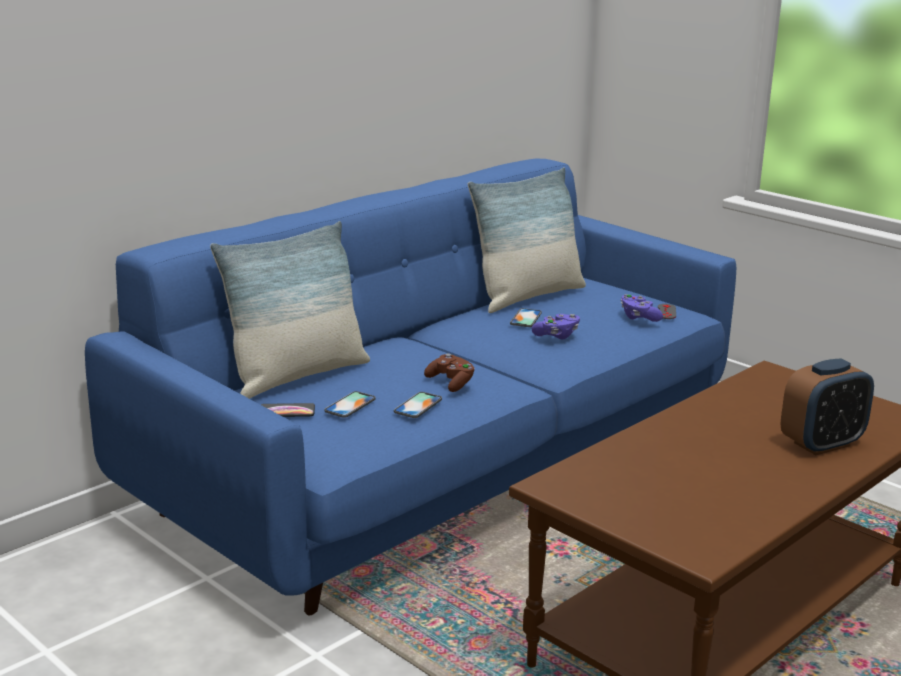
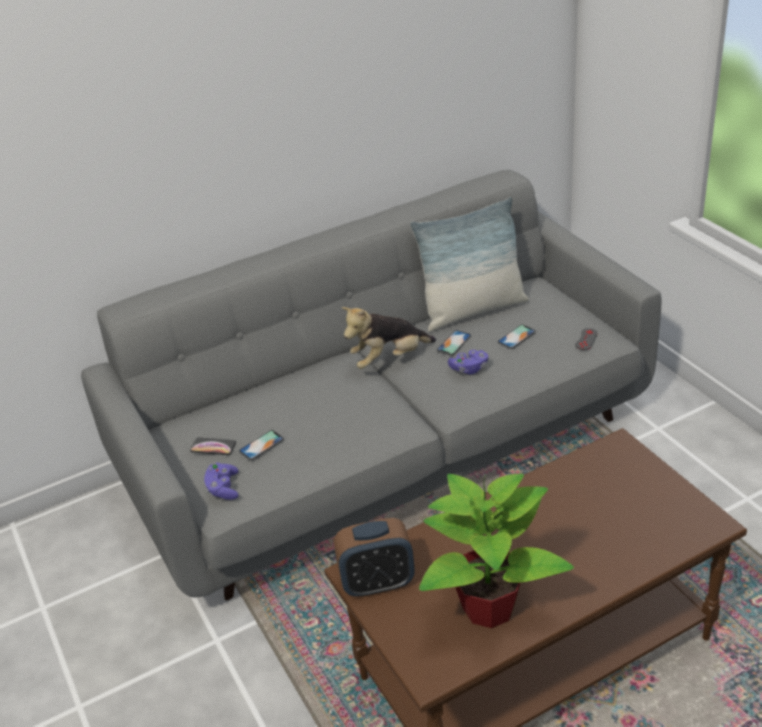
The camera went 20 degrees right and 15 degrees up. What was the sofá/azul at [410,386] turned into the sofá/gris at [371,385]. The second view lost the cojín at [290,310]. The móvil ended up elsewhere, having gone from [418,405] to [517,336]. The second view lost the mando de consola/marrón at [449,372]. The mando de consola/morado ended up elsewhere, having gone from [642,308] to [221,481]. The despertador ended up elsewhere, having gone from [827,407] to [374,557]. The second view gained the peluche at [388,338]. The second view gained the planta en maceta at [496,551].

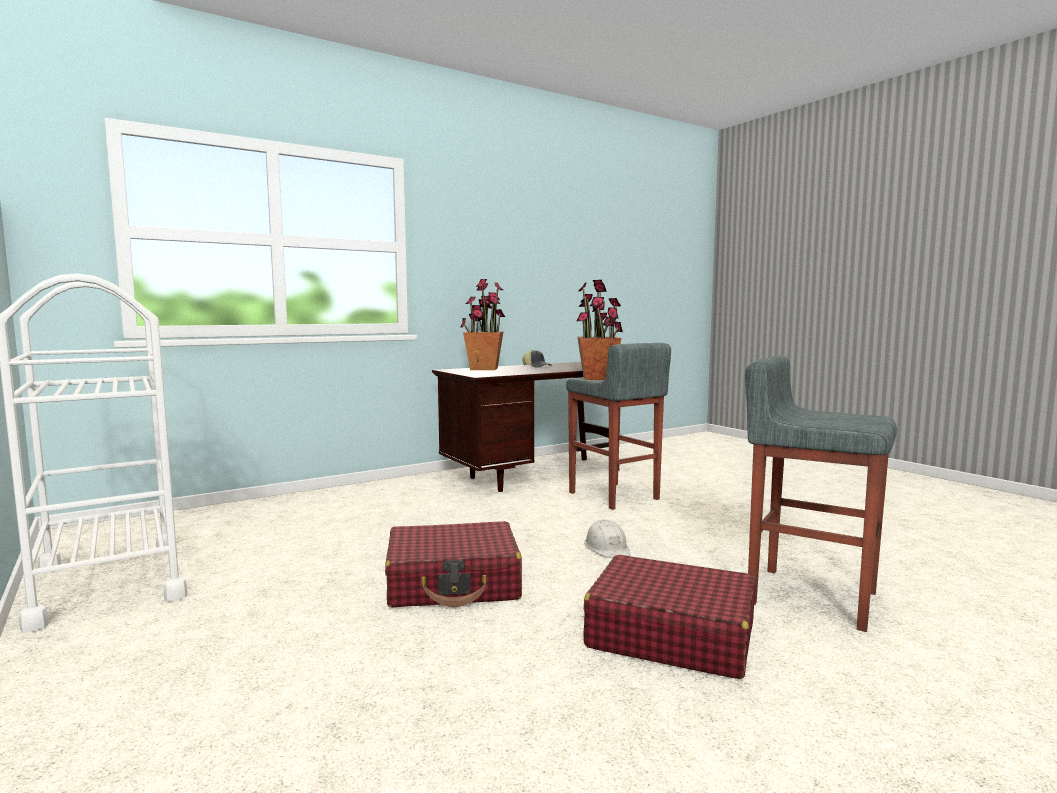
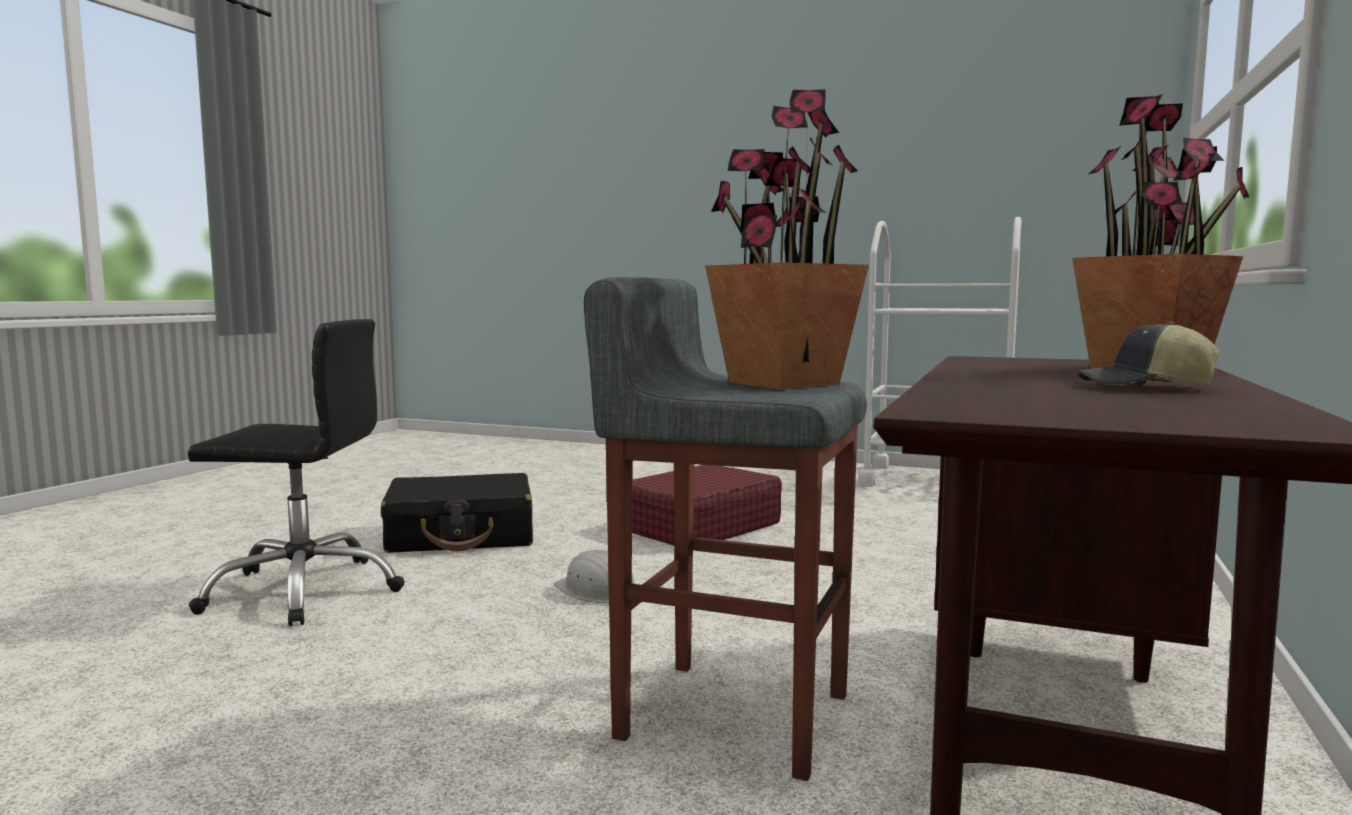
The camera went 145 degrees right and 0 degrees up. What was the maleta/rojo at [669,617] turned into the maleta/negro at [457,513]. Where the taburete/gris stood at [821,493], the silla de oficina/negro came to stand at [296,472].

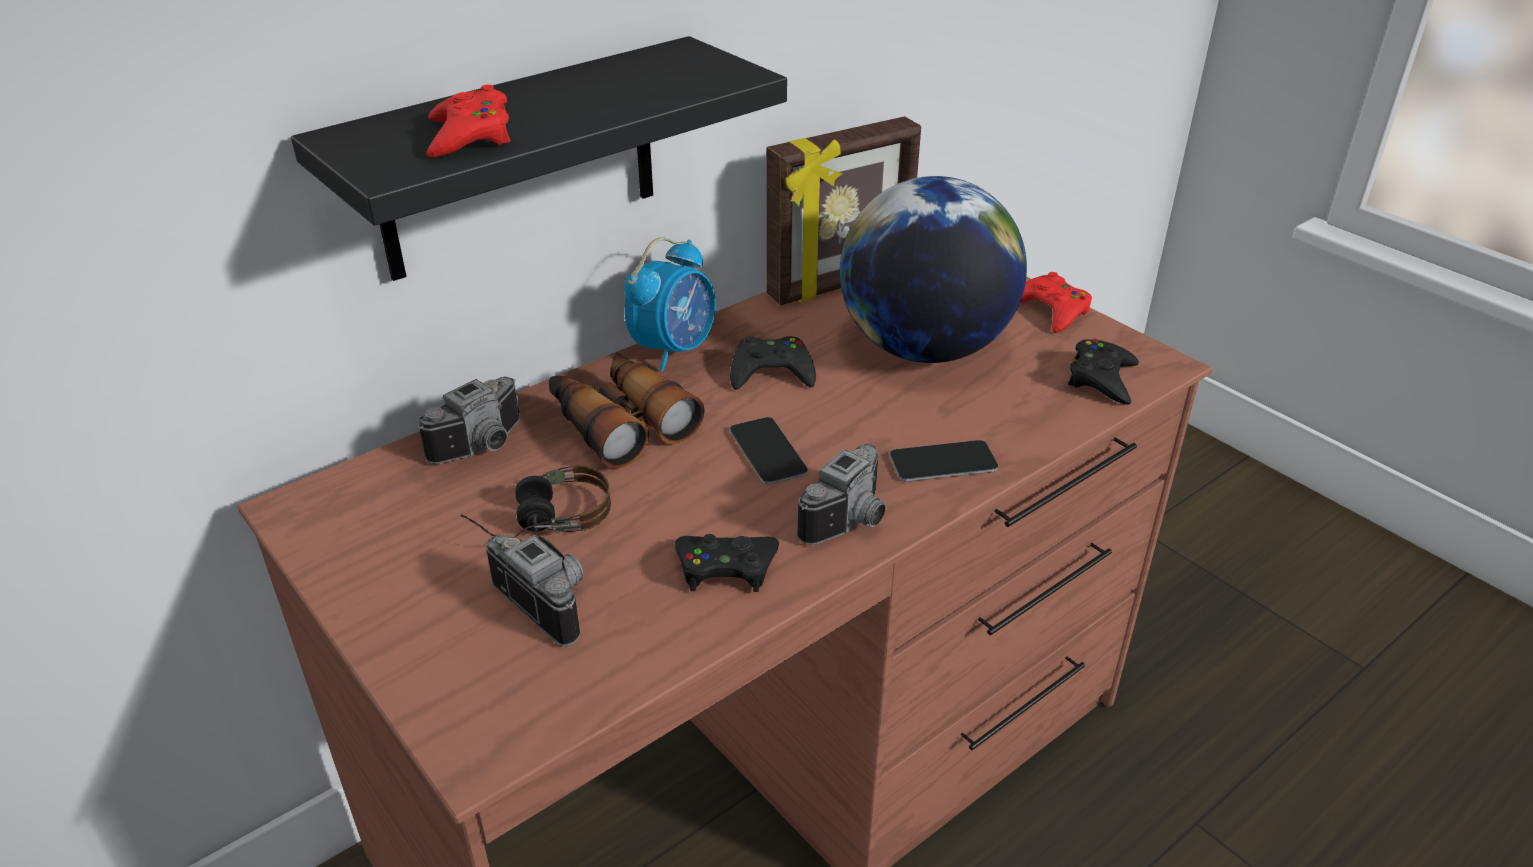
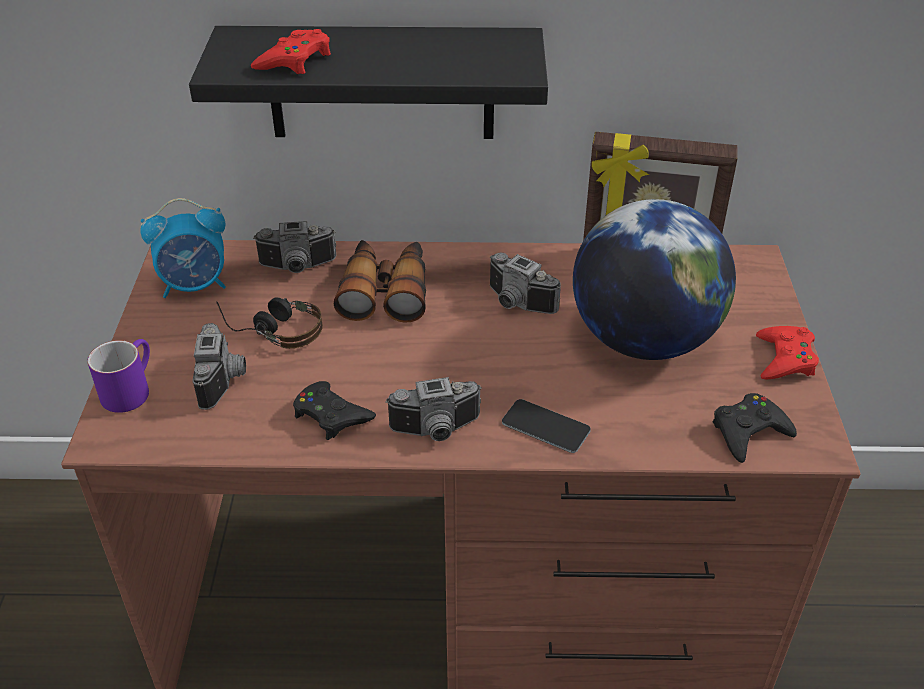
The camera went 40 degrees right and 5 degrees up. The despertador ended up elsewhere, having gone from [670,304] to [183,248]. Where the mando de consola/negro stood at [773,363], the cámara came to stand at [525,283]. The second view lost the móvil at [769,450]. The second view gained the taza grande/morado at [118,376].

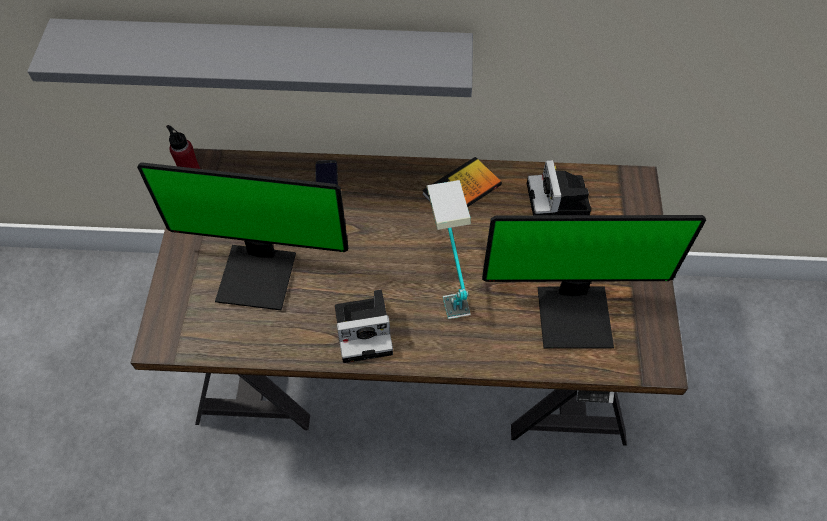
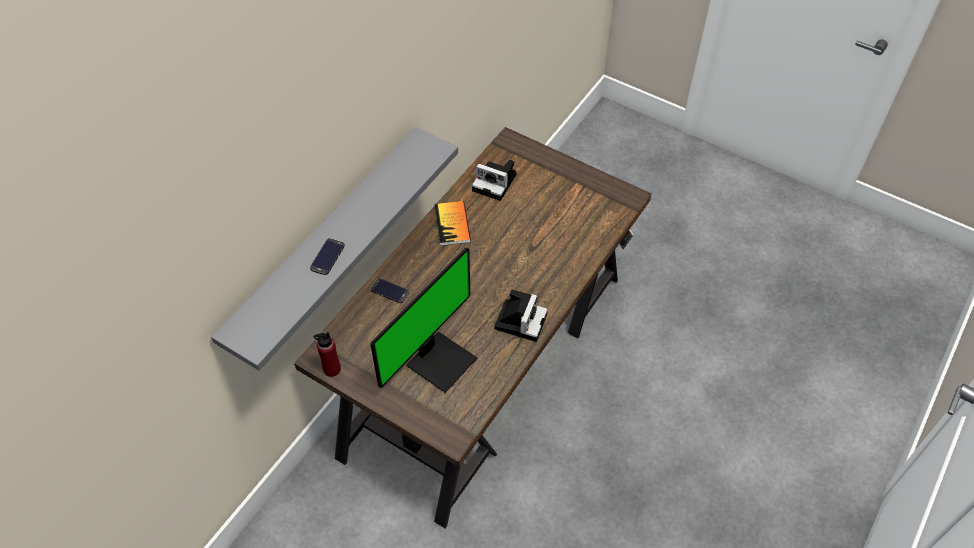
The camera went 60 degrees left and 5 degrees down. The second view lost the lámpara de mesa at [448,249]. The second view lost the monitor at [594,282]. The second view gained the móvil at [327,256].

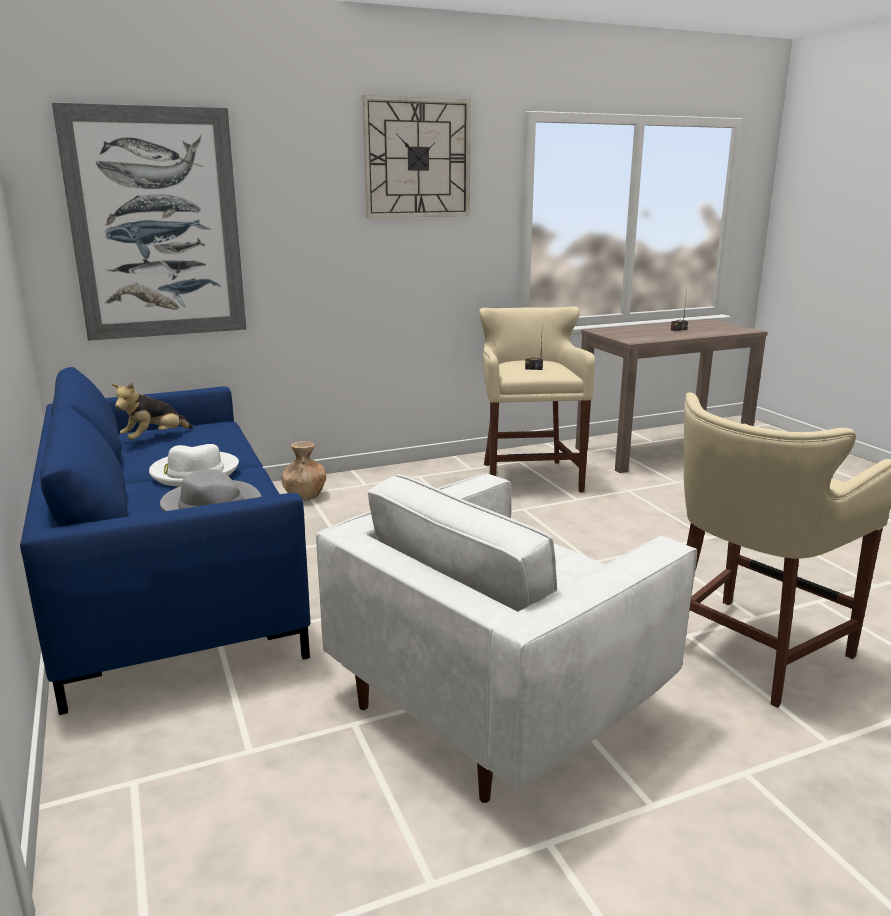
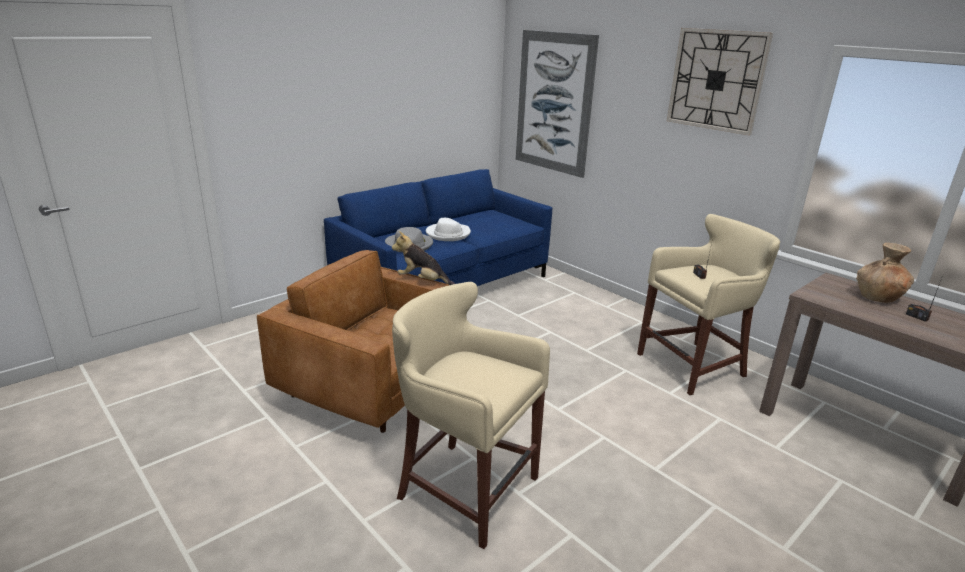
The camera went 70 degrees right and 5 degrees up. The peluche ended up elsewhere, having gone from [152,411] to [423,258]. The florero/marrón ended up elsewhere, having gone from [303,471] to [885,273]. What was the sillón/blanco at [506,638] turned into the sillón/marrón at [353,341].

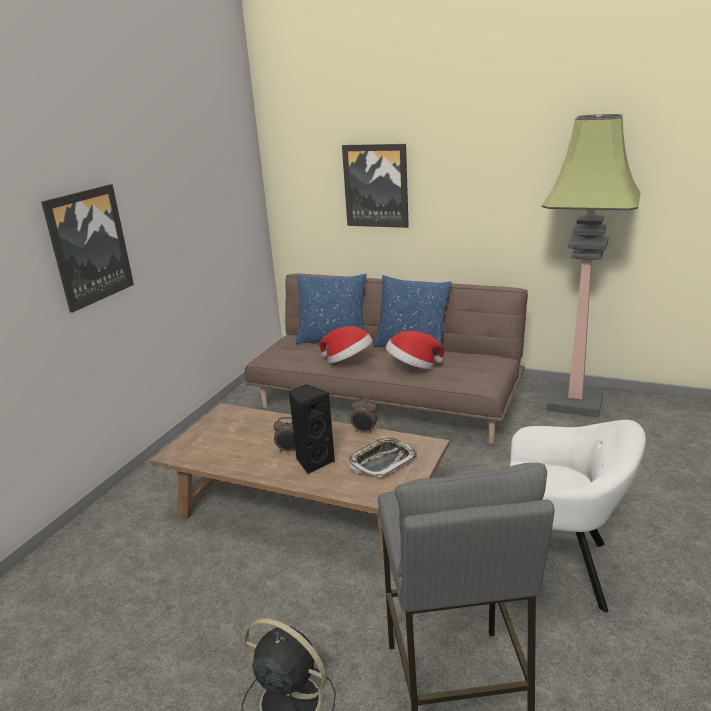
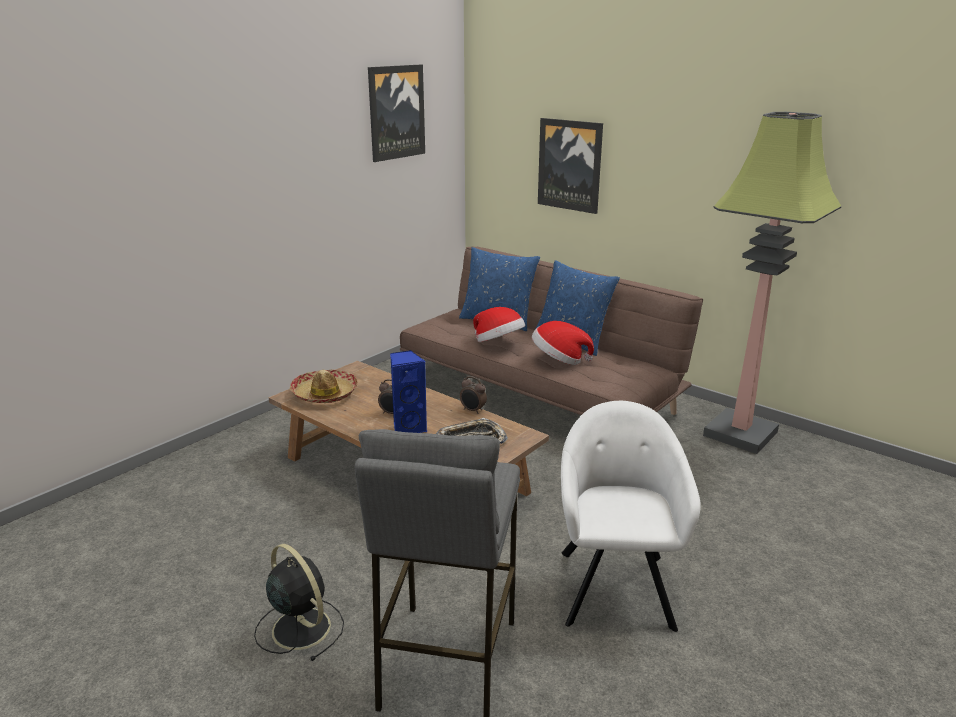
The camera went 15 degrees right and 0 degrees up. The cuadro ended up elsewhere, having gone from [87,248] to [396,113]. What was the altavoz/negro at [311,429] turned into the altavoz/azul at [408,391]. The sillón/blanco at [578,516] ended up facing another way, 120 degrees counterclockwise from before. The second view gained the sombrero at [324,386].

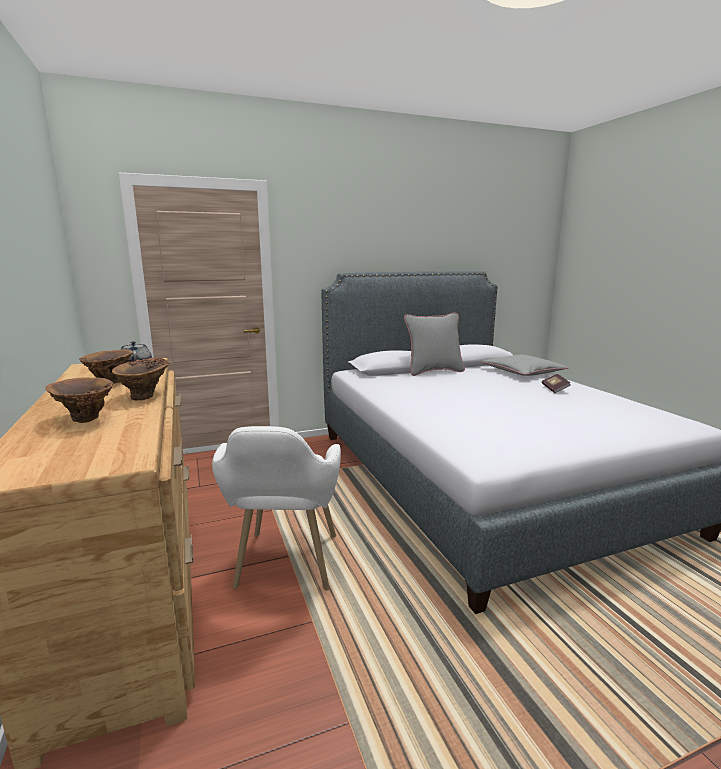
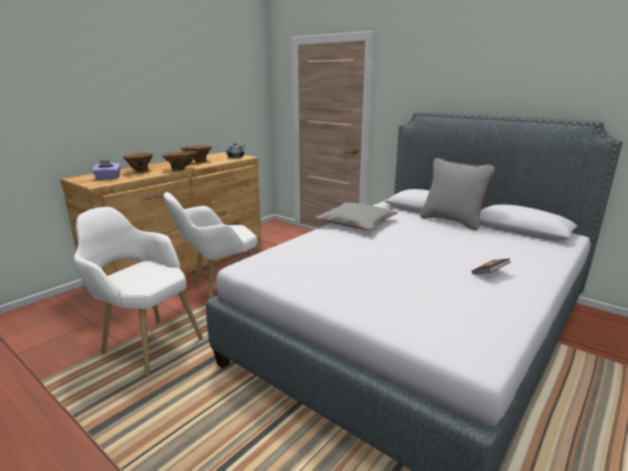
The camera went 60 degrees right and 5 degrees up. The cojín/gris ended up elsewhere, having gone from [524,365] to [356,216]. The second view gained the sillón/blanco at [138,292]. The second view gained the caja de pañuelos/morado at [106,170].

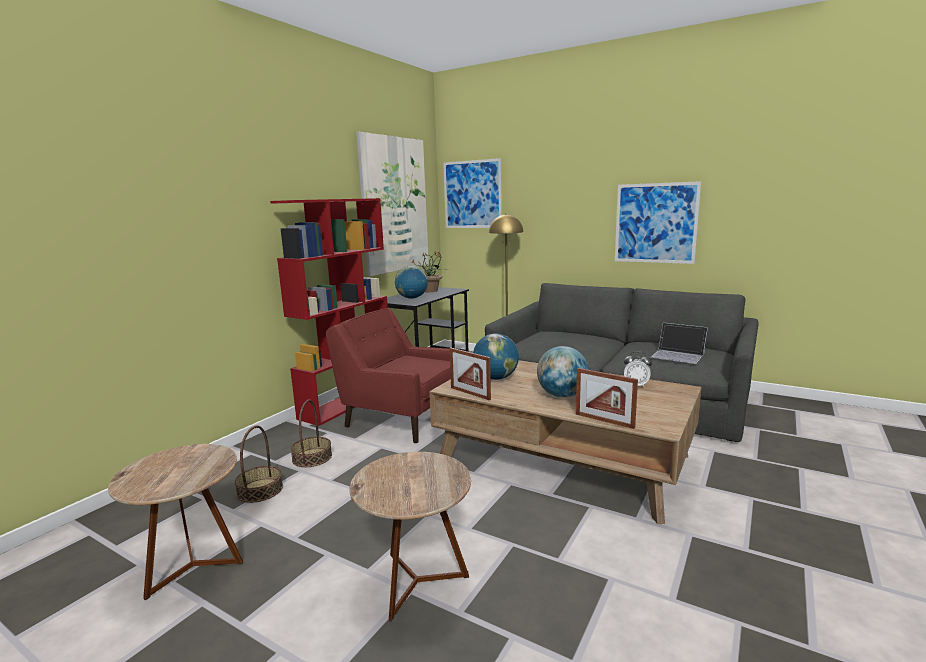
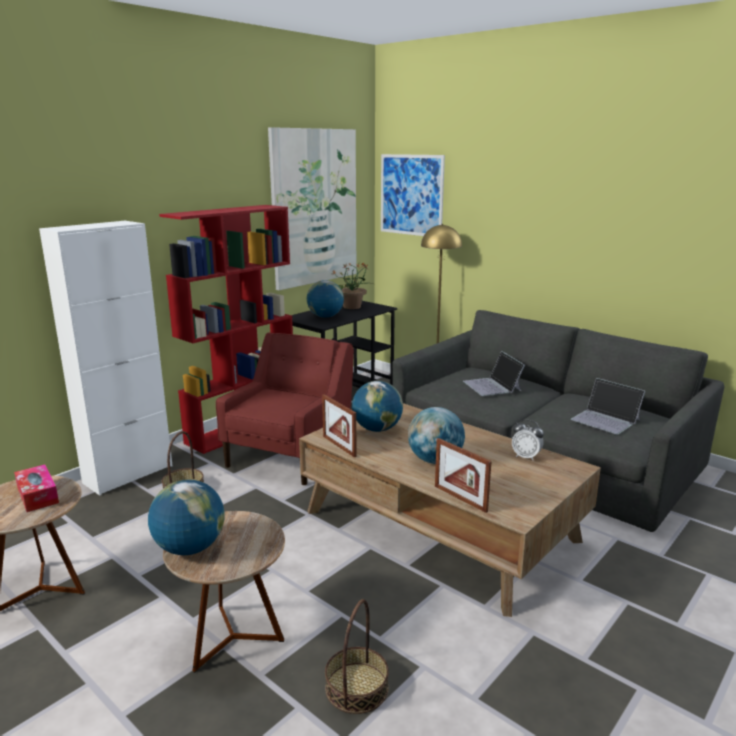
The camera went 10 degrees right and 5 degrees up. The cesta ended up elsewhere, having gone from [259,464] to [357,656]. The sillón/rojo at [388,375] ended up facing another way, 75 degrees clockwise from before. The second view lost the cuadro at [658,222]. The second view gained the caja de pañuelos at [36,488]. The second view gained the armario/blanco at [105,358]. The second view gained the globo terráqueo at [186,517]. The second view gained the portátil at [494,373].

